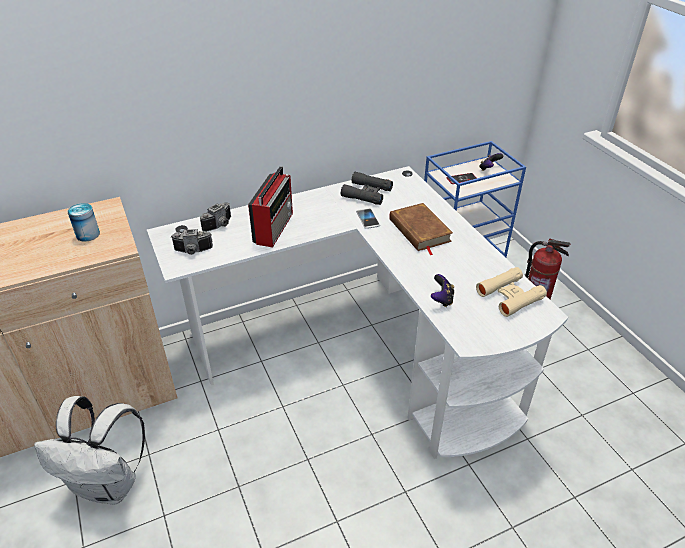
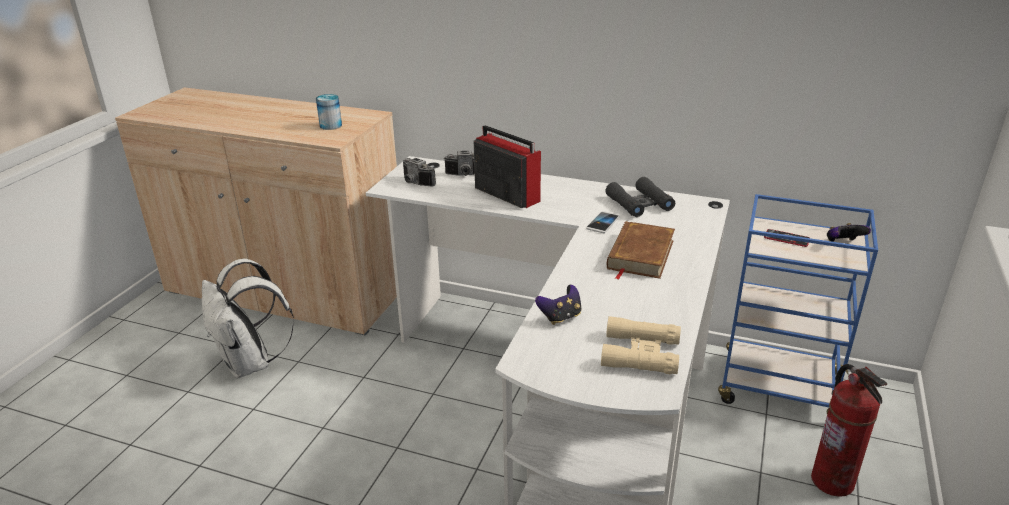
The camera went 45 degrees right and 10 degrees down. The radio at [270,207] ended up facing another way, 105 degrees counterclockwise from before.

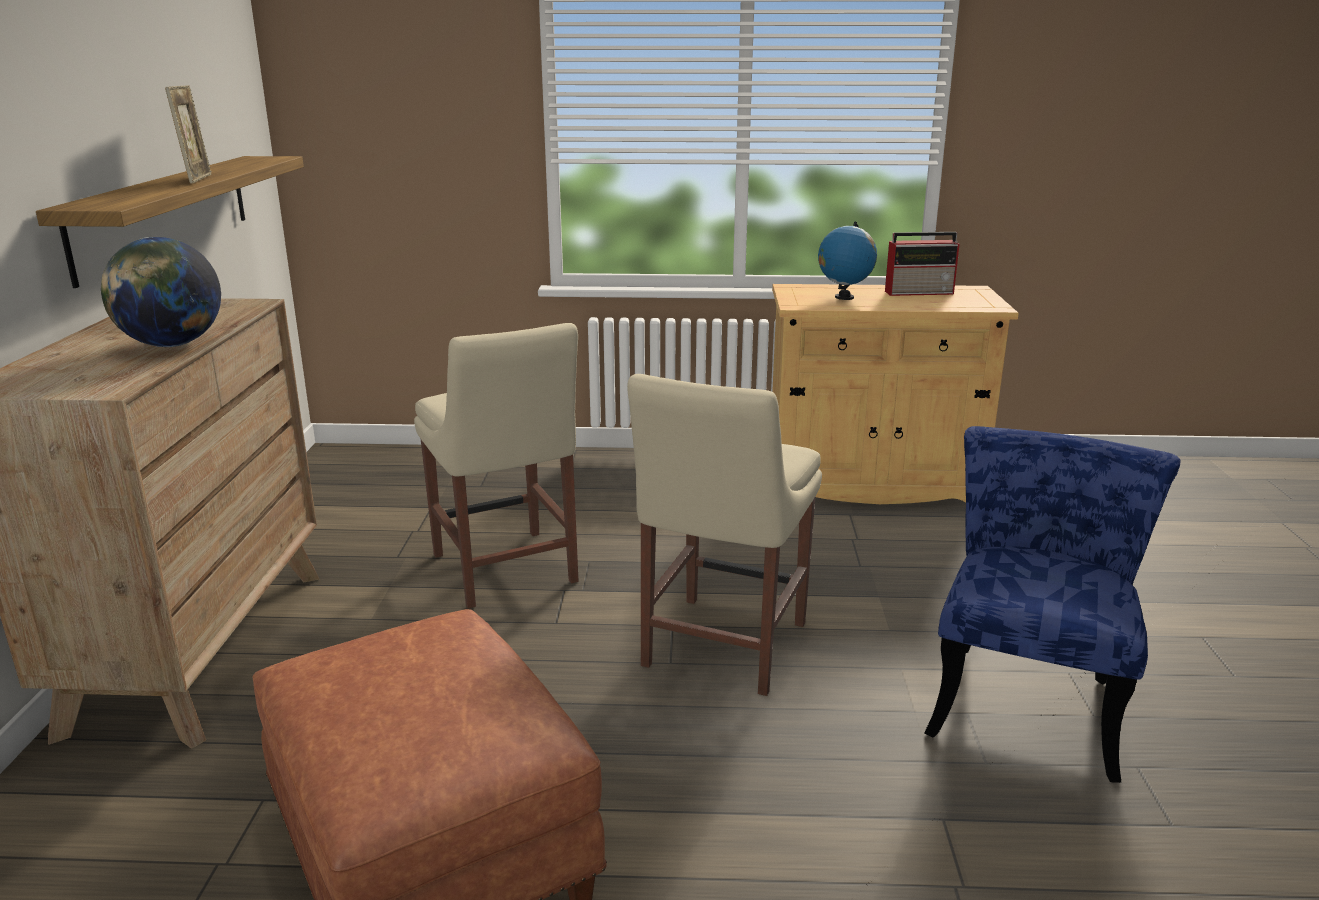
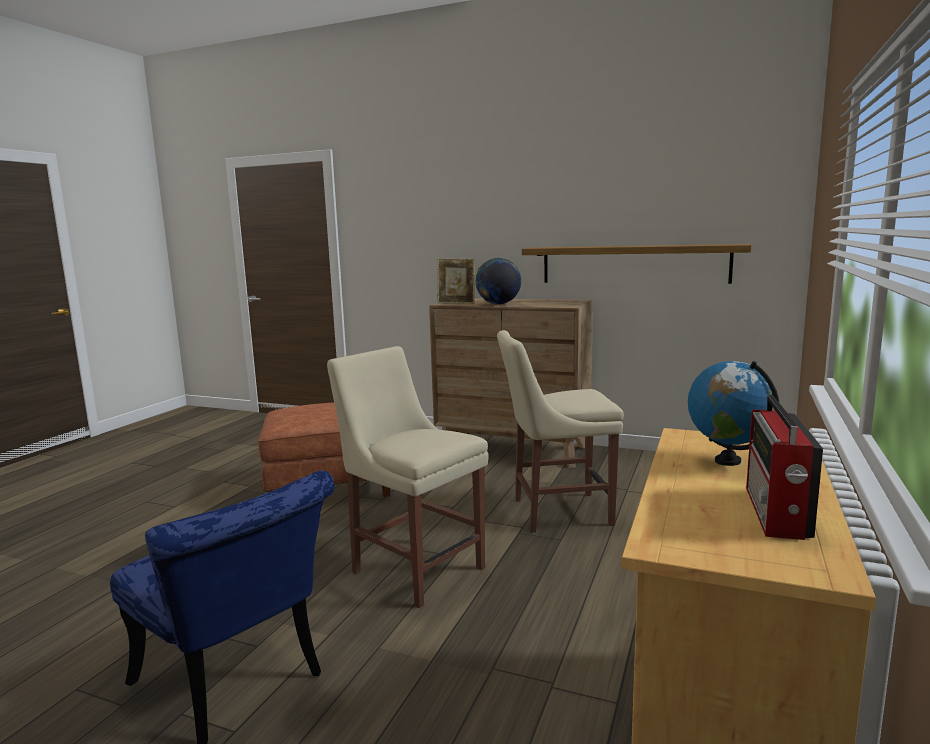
The camera went 110 degrees right and 10 degrees down. The portarretratos ended up elsewhere, having gone from [188,134] to [456,281].

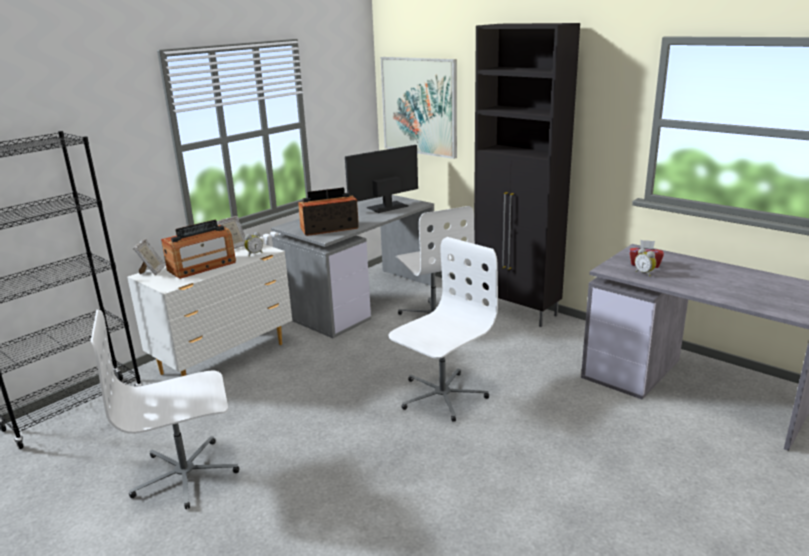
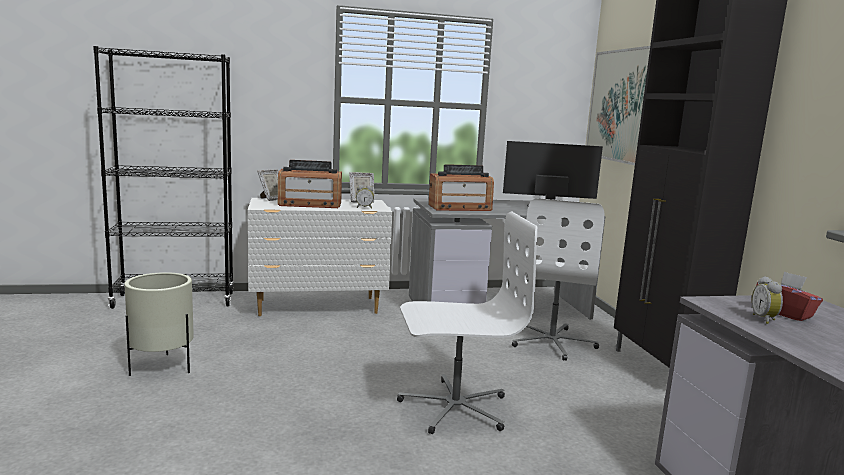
The camera went 35 degrees right and 10 degrees down. Where the silla de oficina/blanco stood at [165,409], the maceta/beis came to stand at [159,324]. The radio at [328,212] ended up facing another way, 150 degrees clockwise from before.

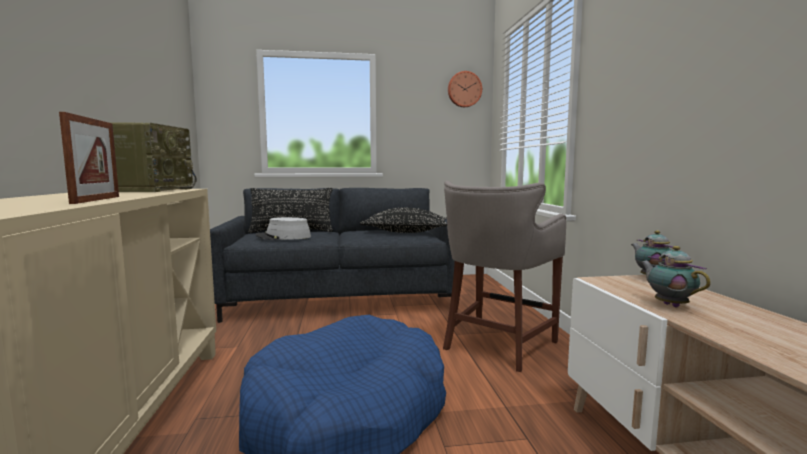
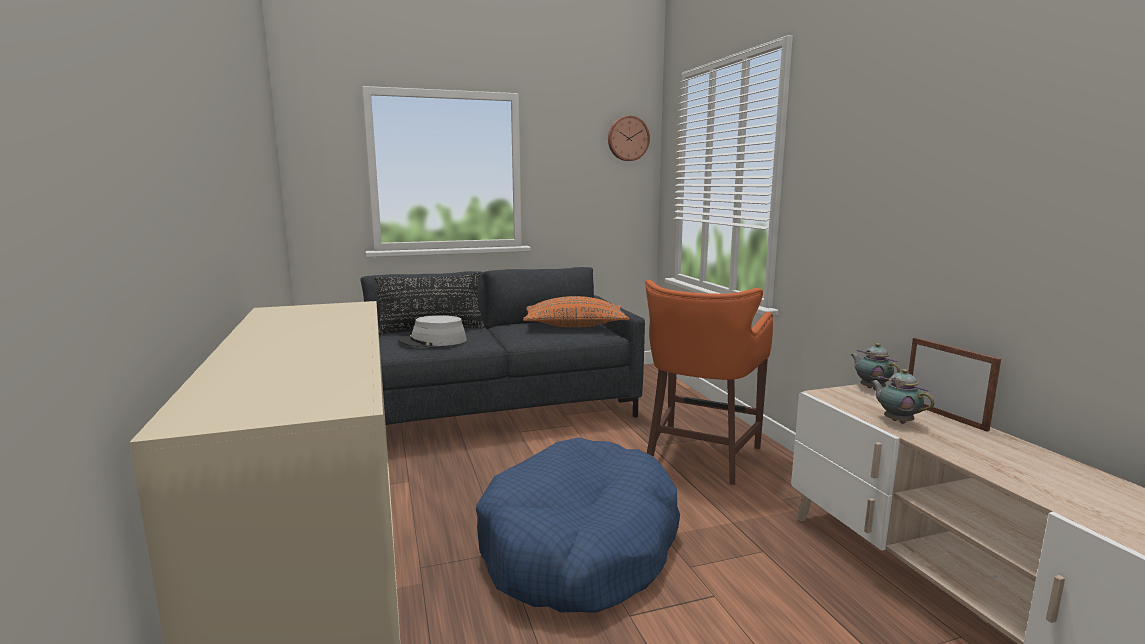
The camera went 10 degrees left and 5 degrees up. The portarretratos ended up elsewhere, having gone from [89,158] to [954,385]. The second view lost the radio at [153,157]. What was the cojín/negro at [403,220] turned into the cojín/naranja at [576,311]. What was the taburete/gris at [504,276] turned into the taburete/naranja at [709,382].

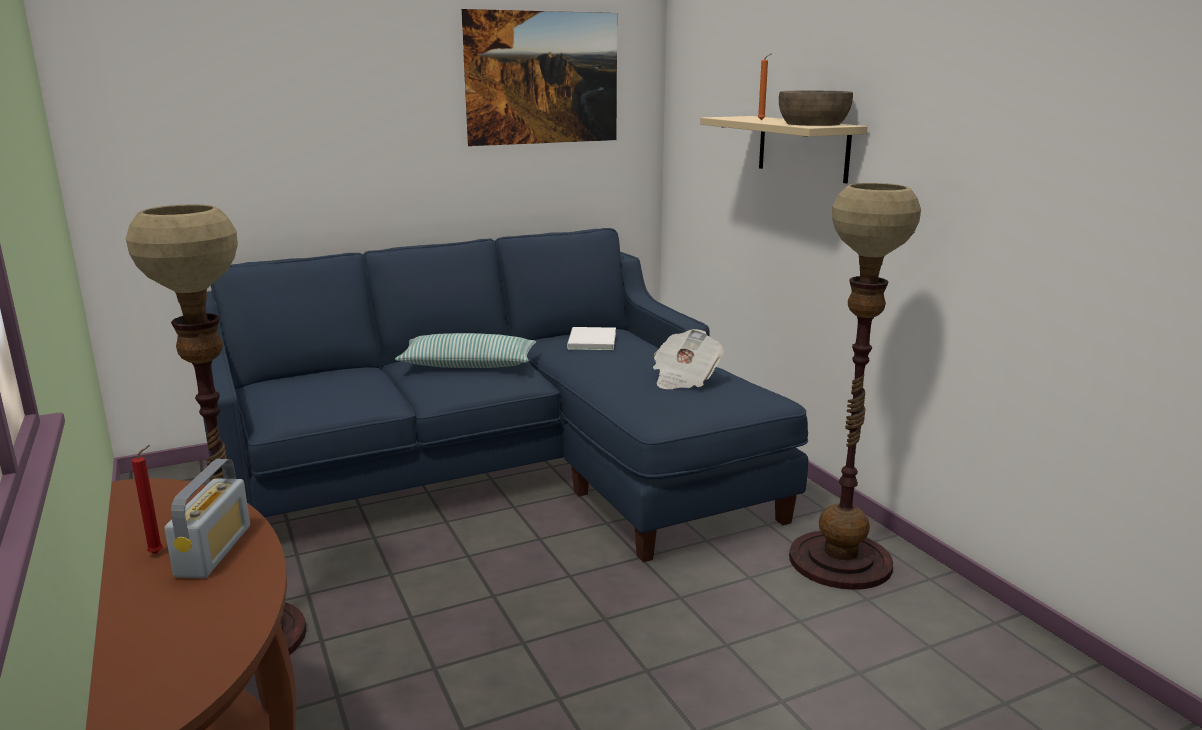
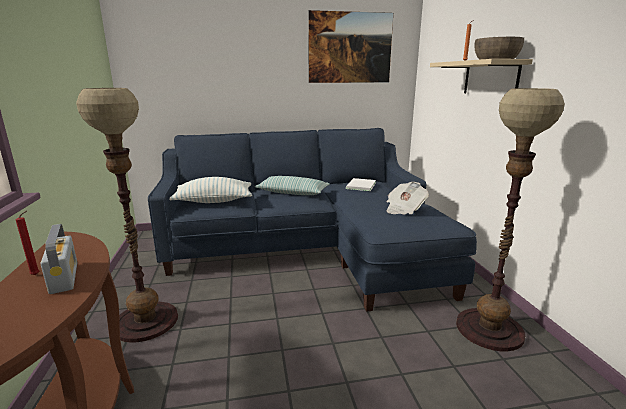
The camera went 15 degrees right and 0 degrees up. The radio at [207,518] ended up facing another way, 45 degrees counterclockwise from before. The second view gained the cojín at [210,190].

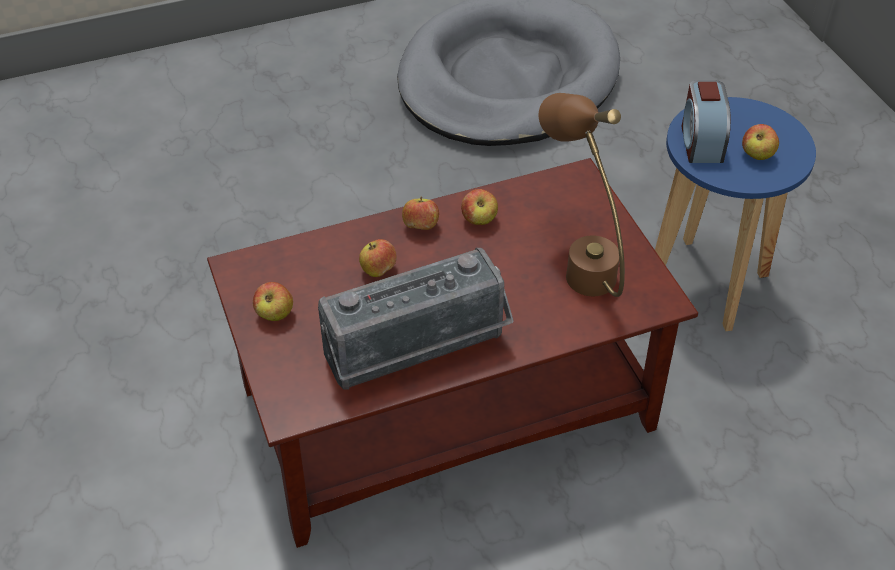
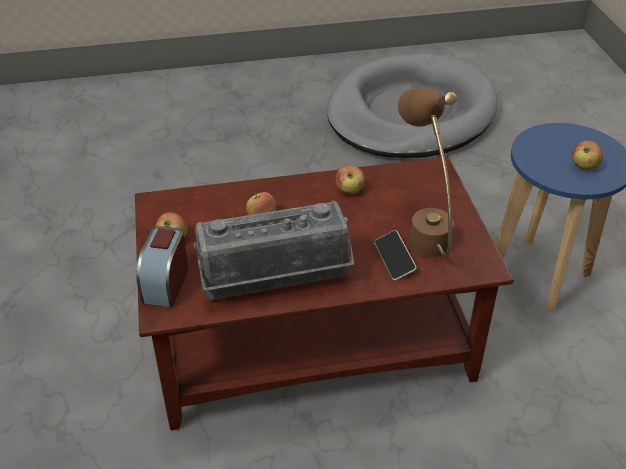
The camera went 10 degrees right and 5 degrees down. The second view lost the manzana at [420,213]. The despertador ended up elsewhere, having gone from [706,121] to [162,266]. The second view gained the móvil at [395,255].

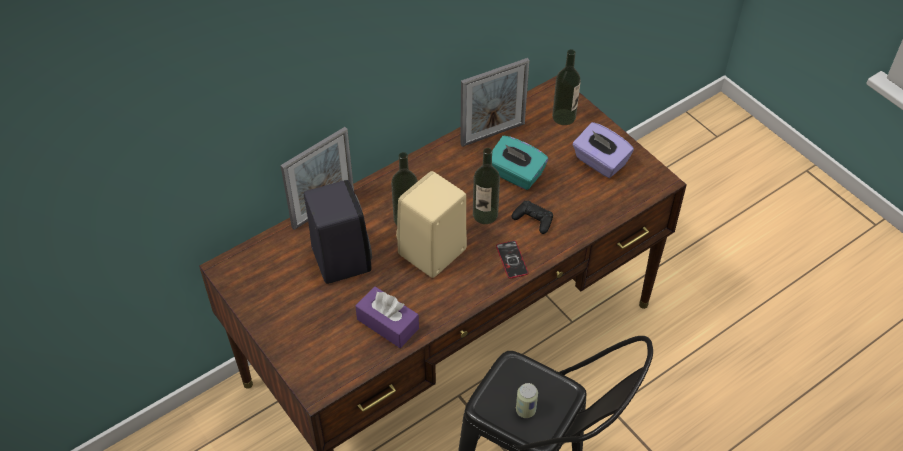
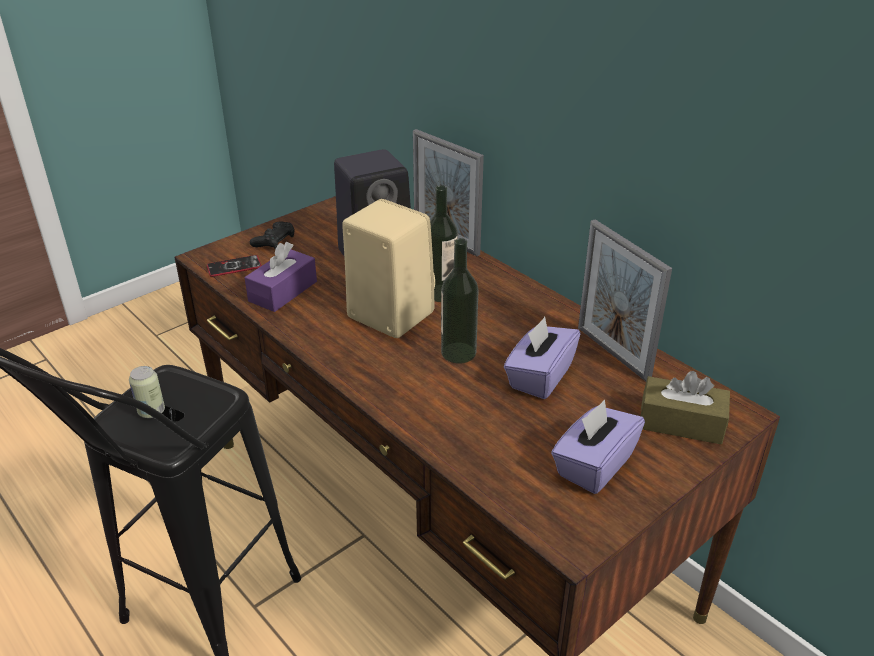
The camera went 85 degrees right and 15 degrees down. What was the caja de pañuelos/turquesa at [520,163] turned into the caja de pañuelos/morado at [542,358]. The móvil ended up elsewhere, having gone from [512,260] to [234,266]. The mando de consola/negro ended up elsewhere, having gone from [532,217] to [272,235]. Where the botella stood at [566,87], the caja de pañuelos/marrón came to stand at [685,407].

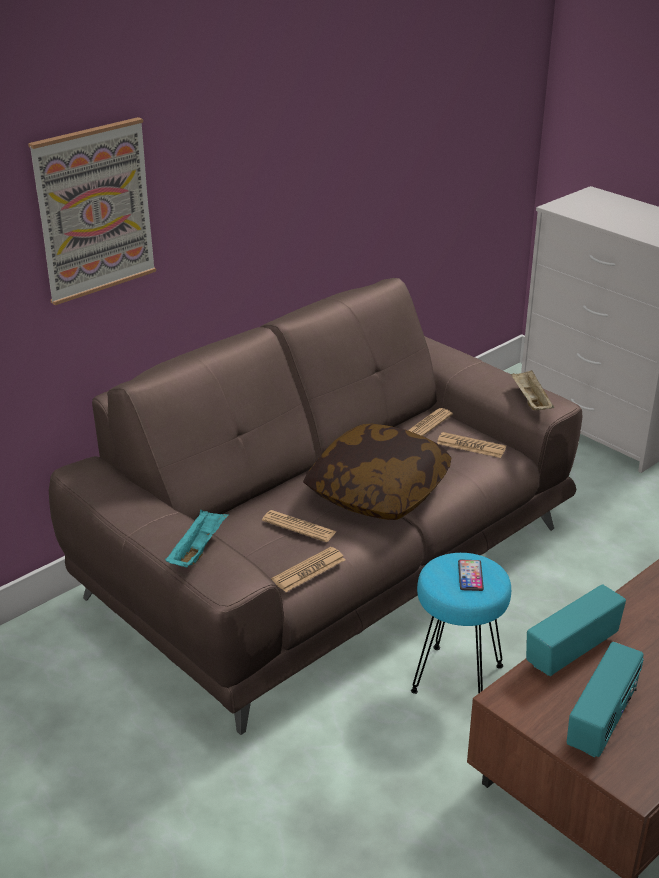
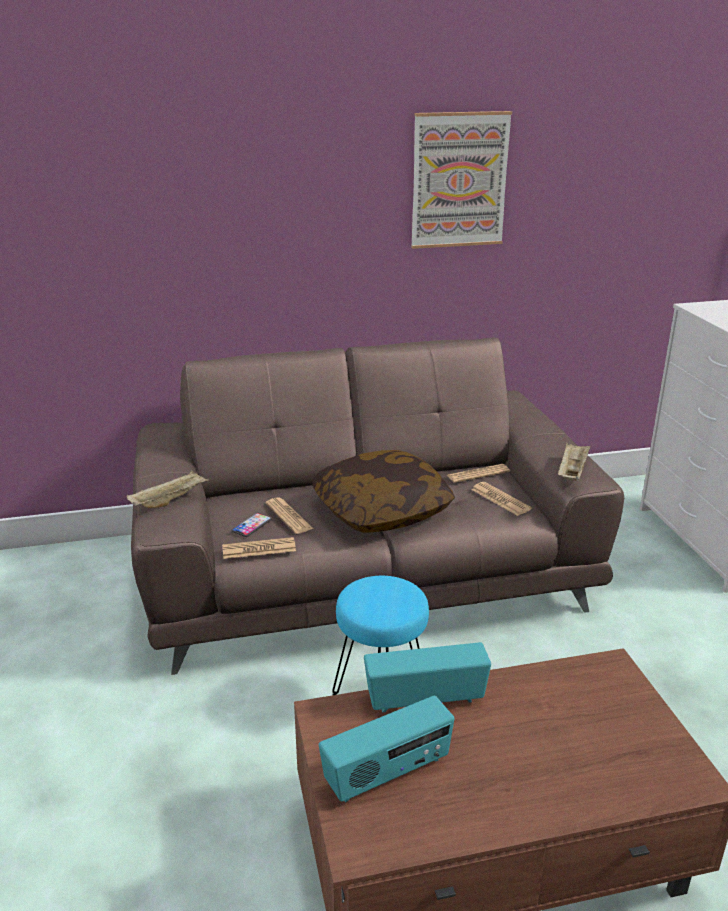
The camera went 30 degrees right and 5 degrees down. The cuadro ended up elsewhere, having gone from [92,211] to [461,180]. What was the bandeja/turquesa at [197,538] turned into the bandeja/beis at [167,489]. The móvil ended up elsewhere, having gone from [471,575] to [251,525].

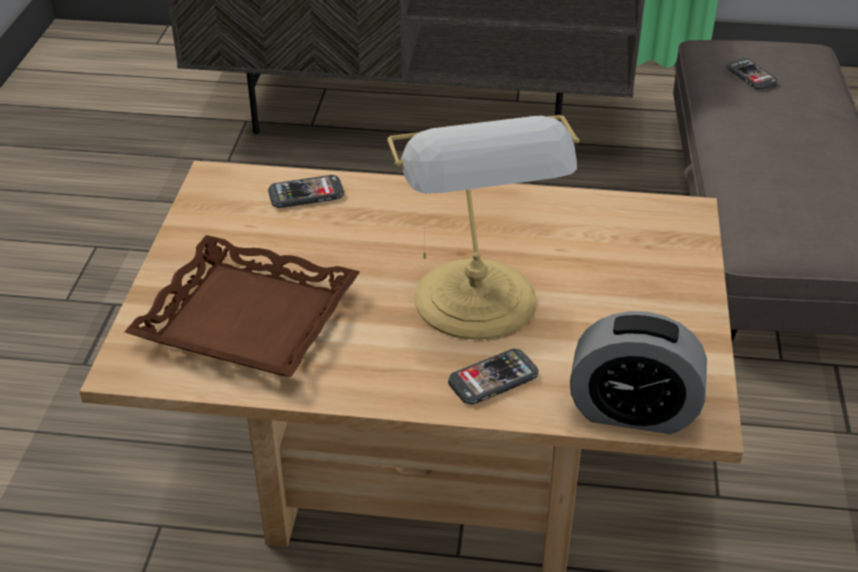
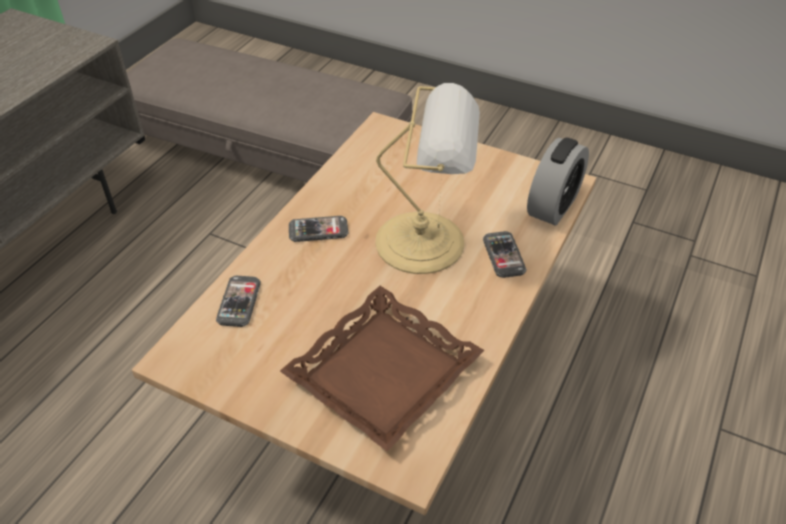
The camera went 70 degrees left and 5 degrees up. The móvil ended up elsewhere, having gone from [752,74] to [318,229].

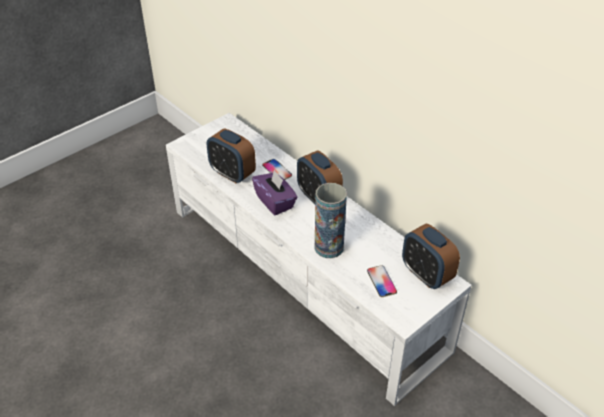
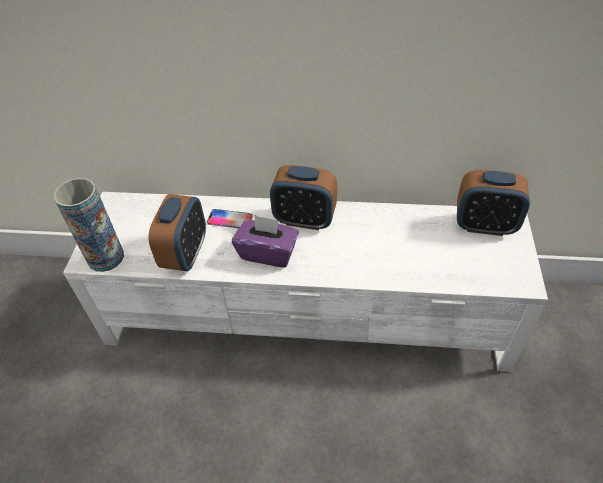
The camera went 40 degrees left and 5 degrees up. The despertador at [231,155] ended up facing another way, 75 degrees counterclockwise from before. The florero ended up elsewhere, having gone from [331,220] to [89,225]. The second view lost the móvil at [382,281].

